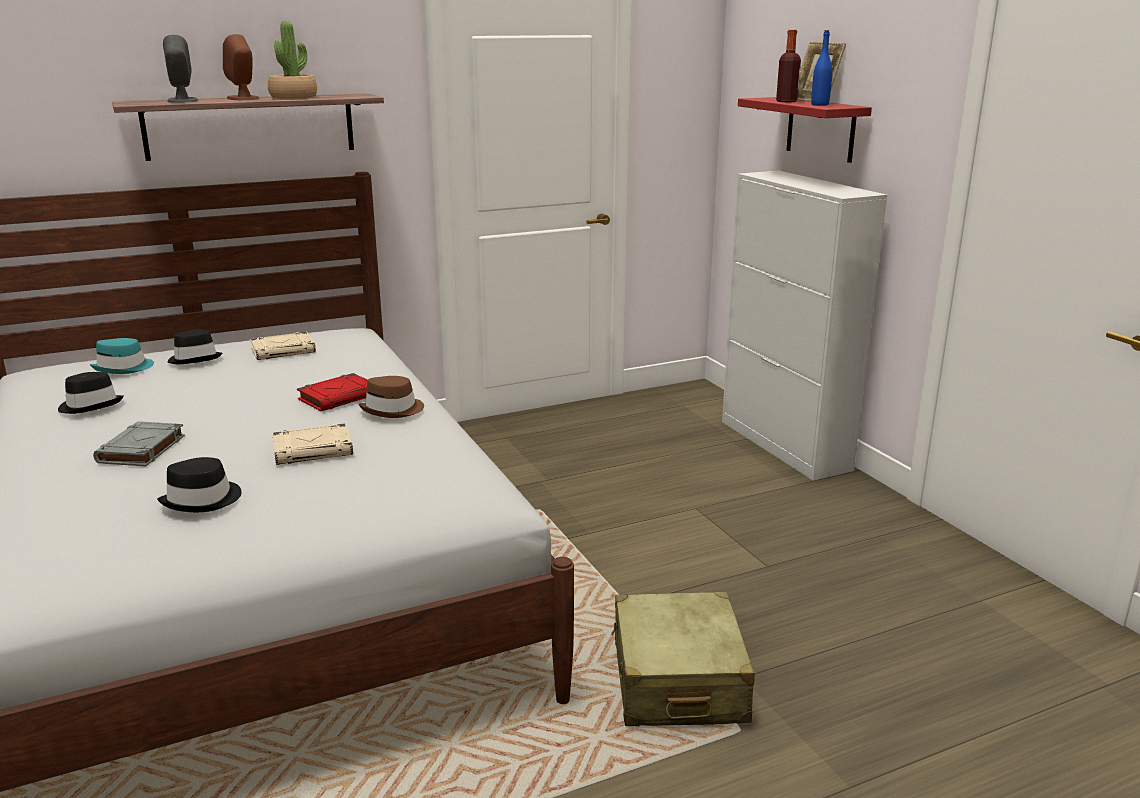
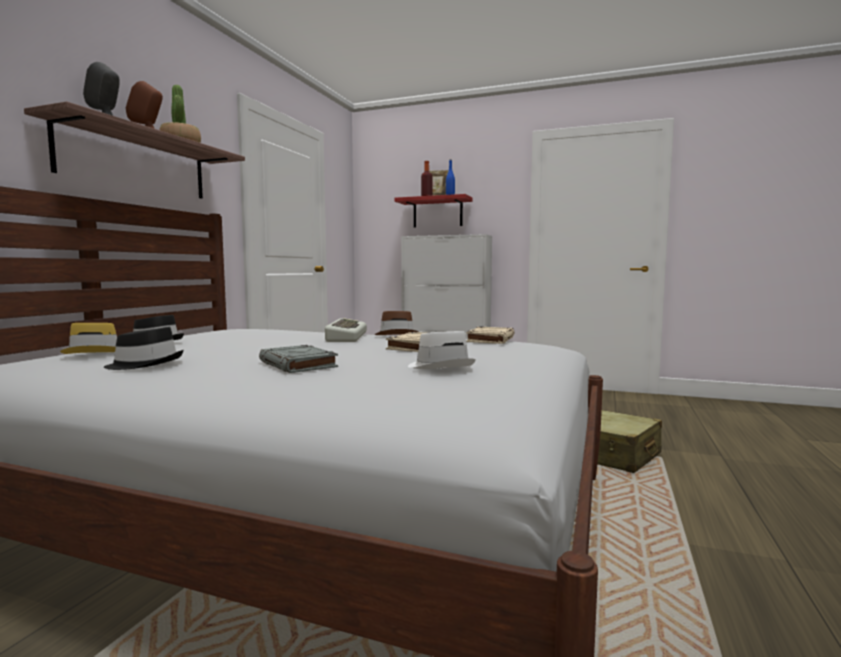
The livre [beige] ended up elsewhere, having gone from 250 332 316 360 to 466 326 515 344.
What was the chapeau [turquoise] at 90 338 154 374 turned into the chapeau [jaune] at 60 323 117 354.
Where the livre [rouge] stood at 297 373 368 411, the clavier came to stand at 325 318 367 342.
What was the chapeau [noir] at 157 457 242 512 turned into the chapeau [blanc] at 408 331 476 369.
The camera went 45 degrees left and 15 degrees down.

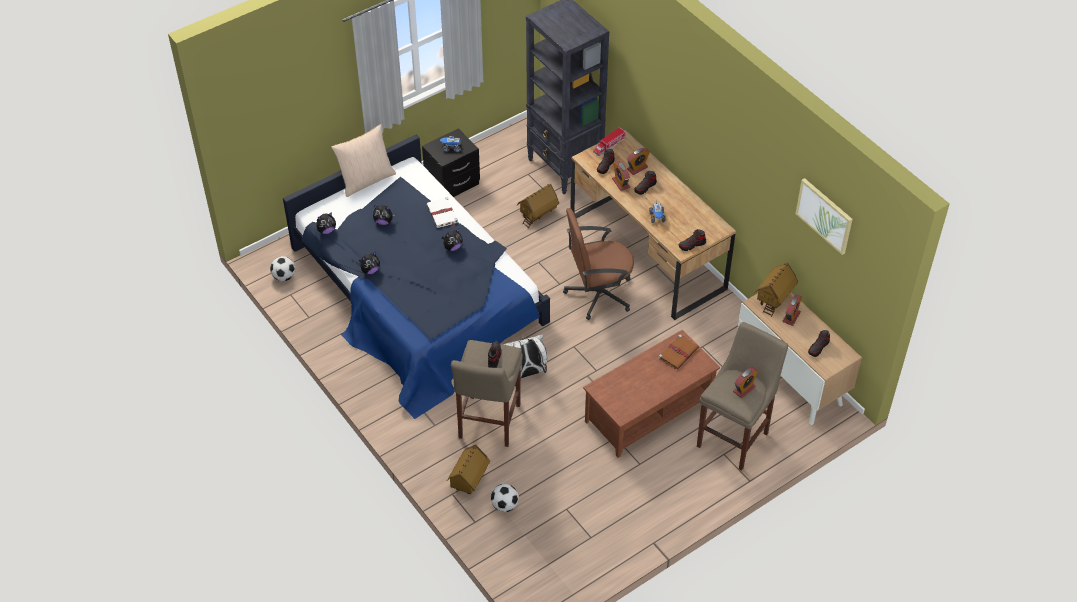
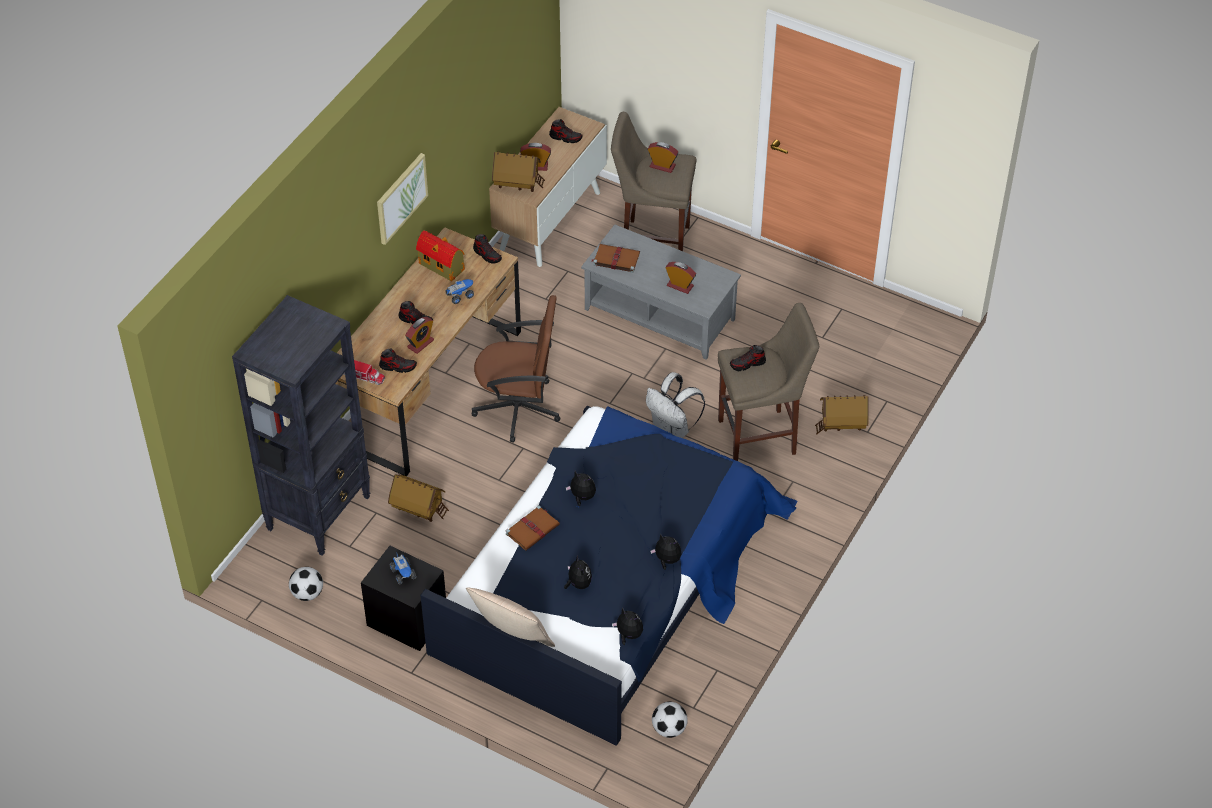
The réveil ended up elsewhere, having gone from 627 148 650 175 to 665 262 696 294.
The tableau ended up elsewhere, having gone from 796 178 853 255 to 377 153 428 245.
What was the livre [blanc] at 427 197 458 228 turned into the livre [marron] at 506 505 560 550.
The chaise de bureau [marron] at 563 208 634 320 ended up facing another way, 45 degrees counterclockwise from before.
What was the table basse [marron] at 583 330 720 458 turned into the table basse [gris] at 581 224 741 360.
The ballon de foot ended up elsewhere, having gone from 491 484 519 512 to 289 567 323 601.
The second view gained the maison miniature at 416 231 465 281.
The camera went 115 degrees left and 0 degrees up.

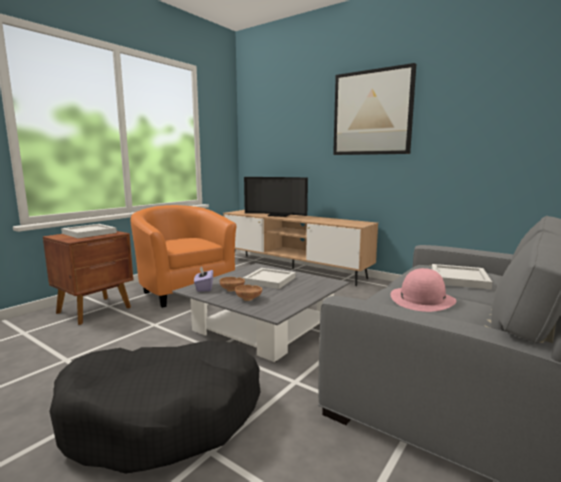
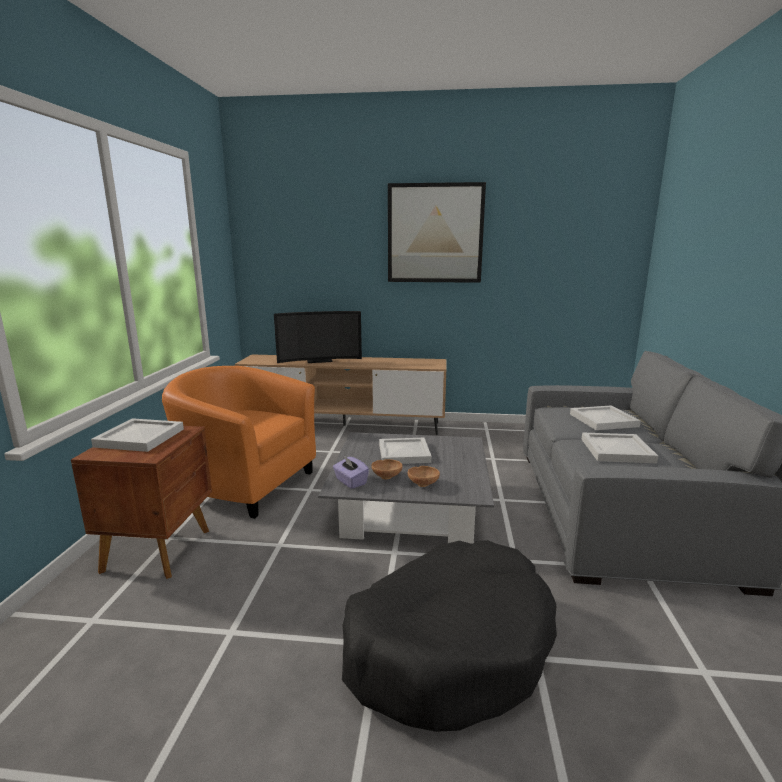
Where the chapeau [rose] stood at 391 268 456 312, the plateau [blanc] came to stand at 581 432 658 463.
The camera went 30 degrees left and 5 degrees up.

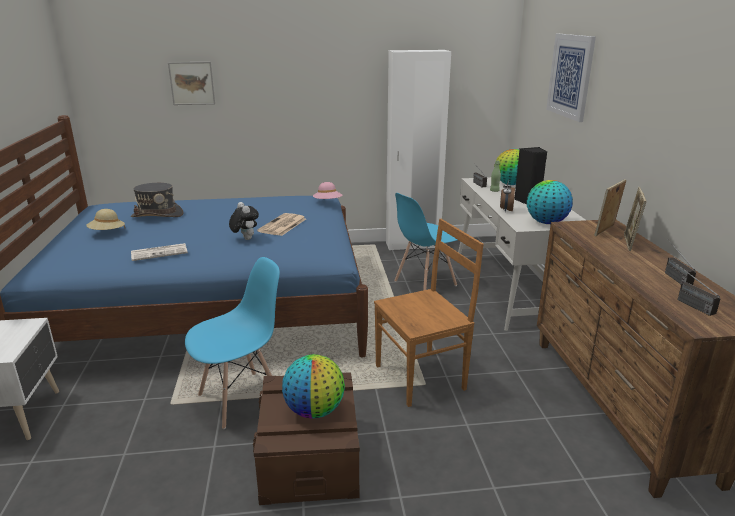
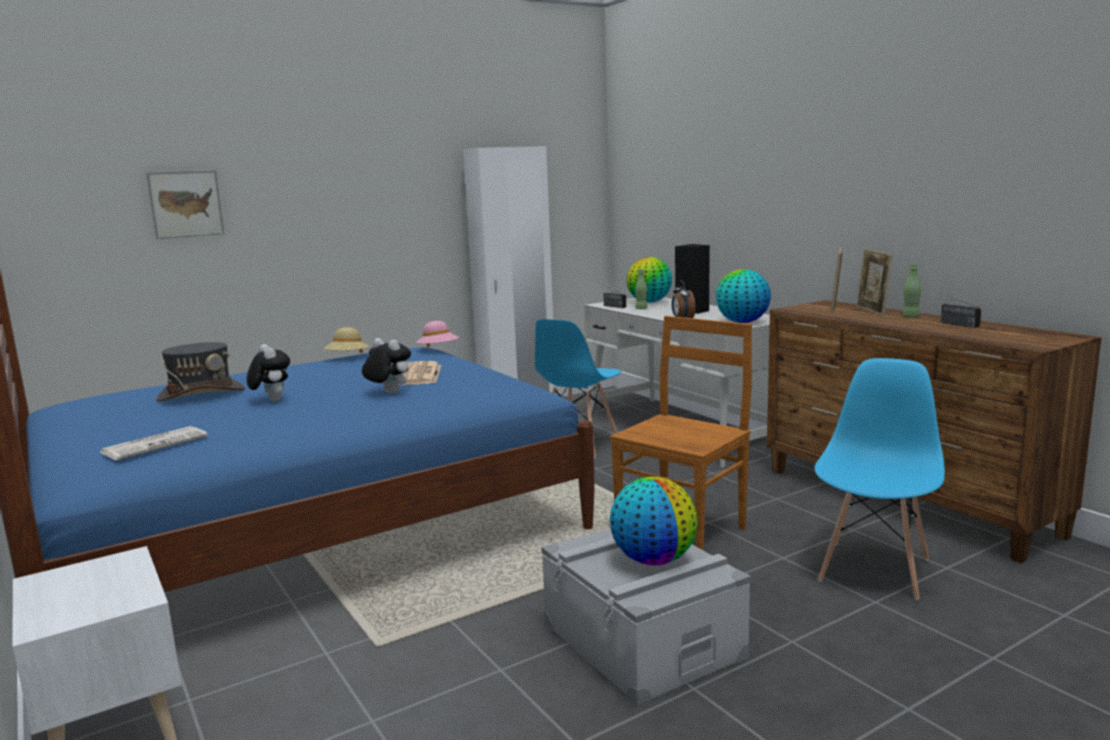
The second view lost the tableau at 546 34 596 122.
The chapeau [beige] ended up elsewhere, having gone from 86 209 125 230 to 324 327 369 353.
The journal ended up elsewhere, having gone from 131 243 188 261 to 100 426 208 460.
The chaise [bleu] ended up elsewhere, having gone from 185 257 280 429 to 815 358 945 600.
The second view lost the radio at 675 263 721 316.
What was the boîte de rangement [marron] at 253 372 360 505 turned into the boîte de rangement [gris] at 541 528 751 706.
The second view gained the bouteille [vert] at 903 264 921 317.
The second view gained the peluche at 247 344 290 402.
The camera went 25 degrees left and 10 degrees down.

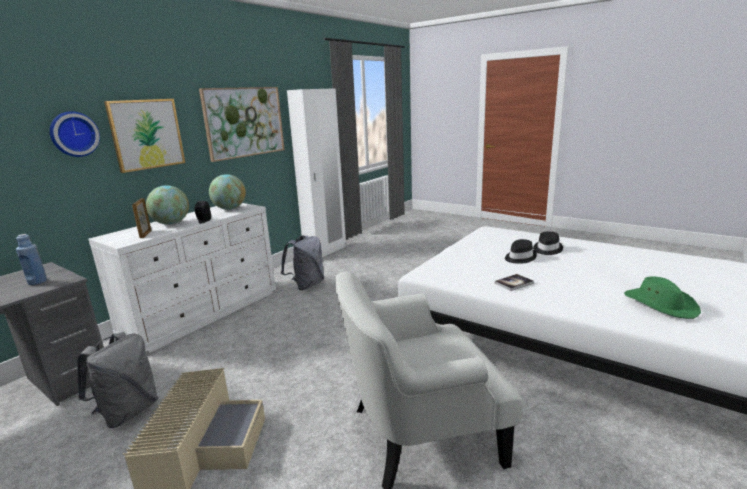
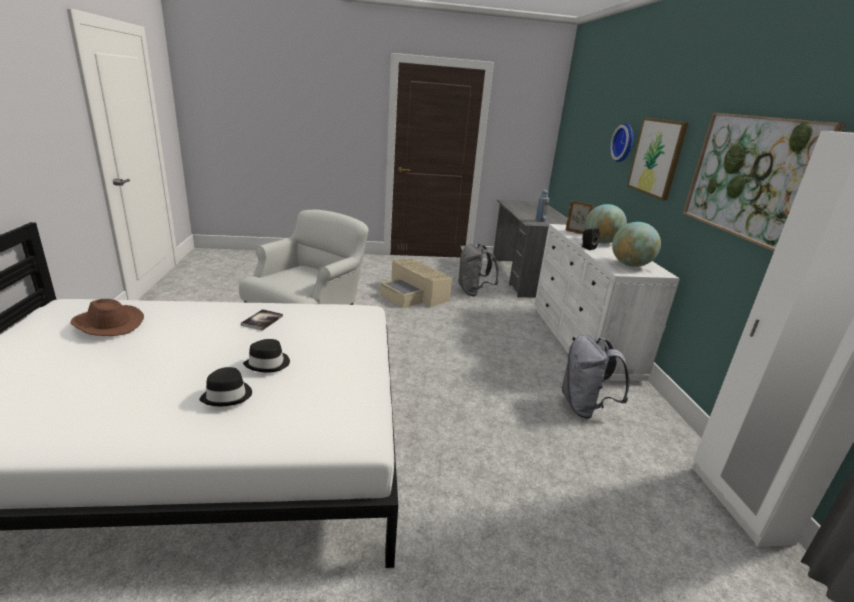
What was the chapeau [vert] at 624 277 701 319 turned into the chapeau [marron] at 70 299 144 336.
The camera went 135 degrees right and 5 degrees up.

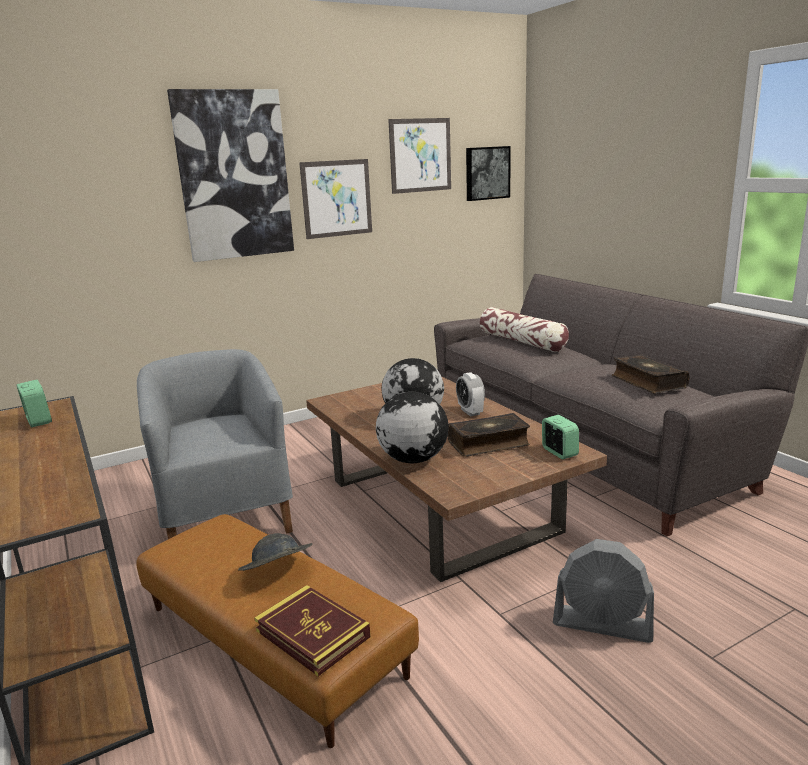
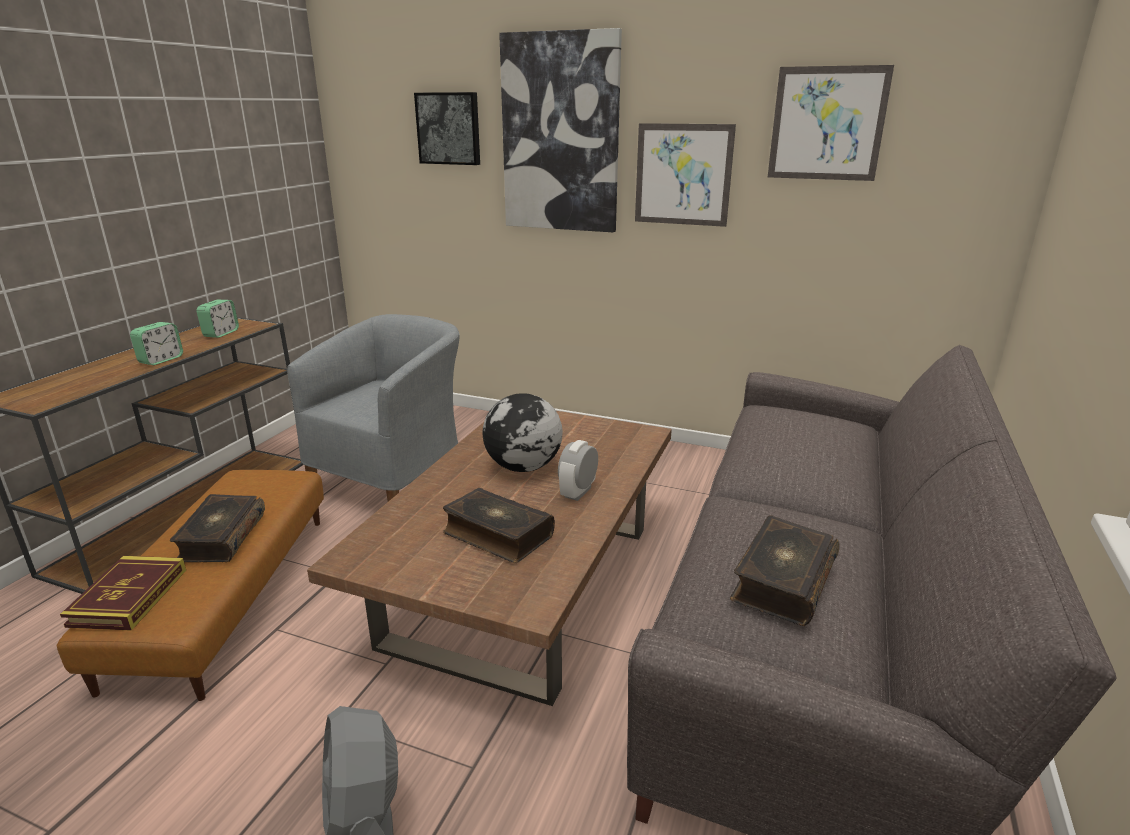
The tableau ended up elsewhere, having gone from 466 146 511 201 to 414 92 480 165.
The second view lost the coussin at 480 307 569 352.
The second view lost the globe at 376 392 449 463.
The réveil ended up elsewhere, having gone from 542 415 579 459 to 130 322 183 365.
Where the chapeau [gris] stood at 238 533 312 571, the livre came to stand at 170 494 265 562.
The camera went 50 degrees right and 5 degrees up.

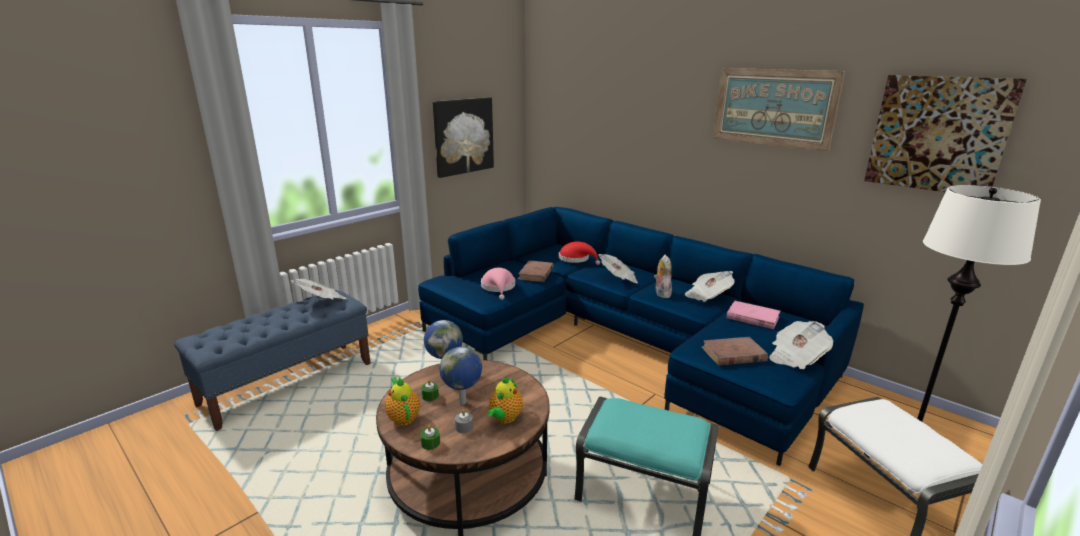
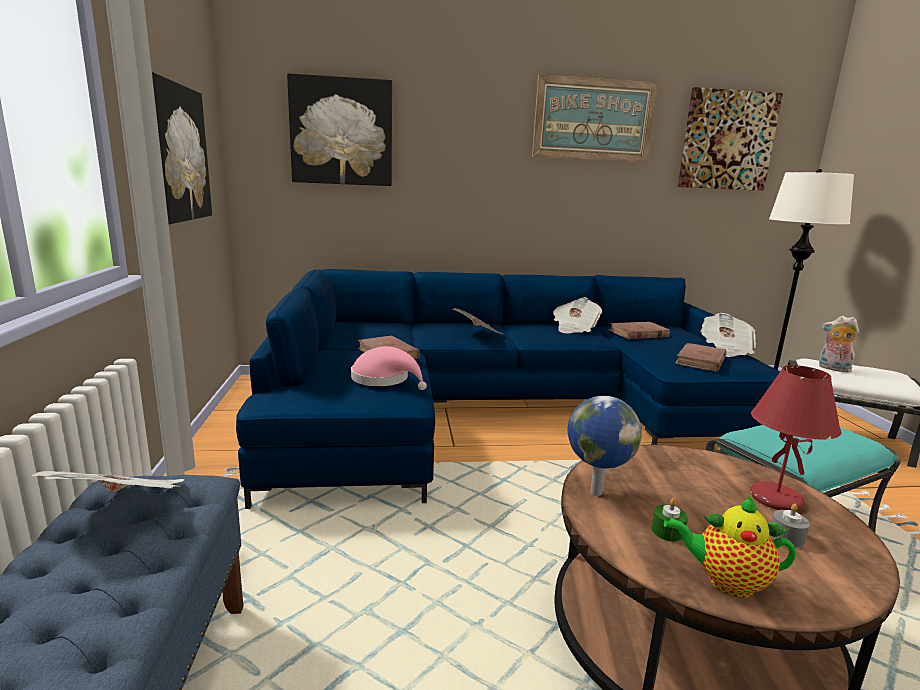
The second view lost the chapeau [rouge] at 559 241 600 265.
The peluche ended up elsewhere, having gone from 654 255 672 298 to 819 316 859 372.
What was the livre [rose] at 726 301 780 329 turned into the livre [marron] at 609 322 670 339.
The second view lost the globe at 439 347 482 405.
Where the théière stood at 487 377 523 423, the lampe de table [rouge] came to stand at 750 365 841 511.
The second view lost the bougie [vert] at 420 425 440 450.
The second view gained the tableau at 287 73 392 186.
The camera went 50 degrees left and 5 degrees down.

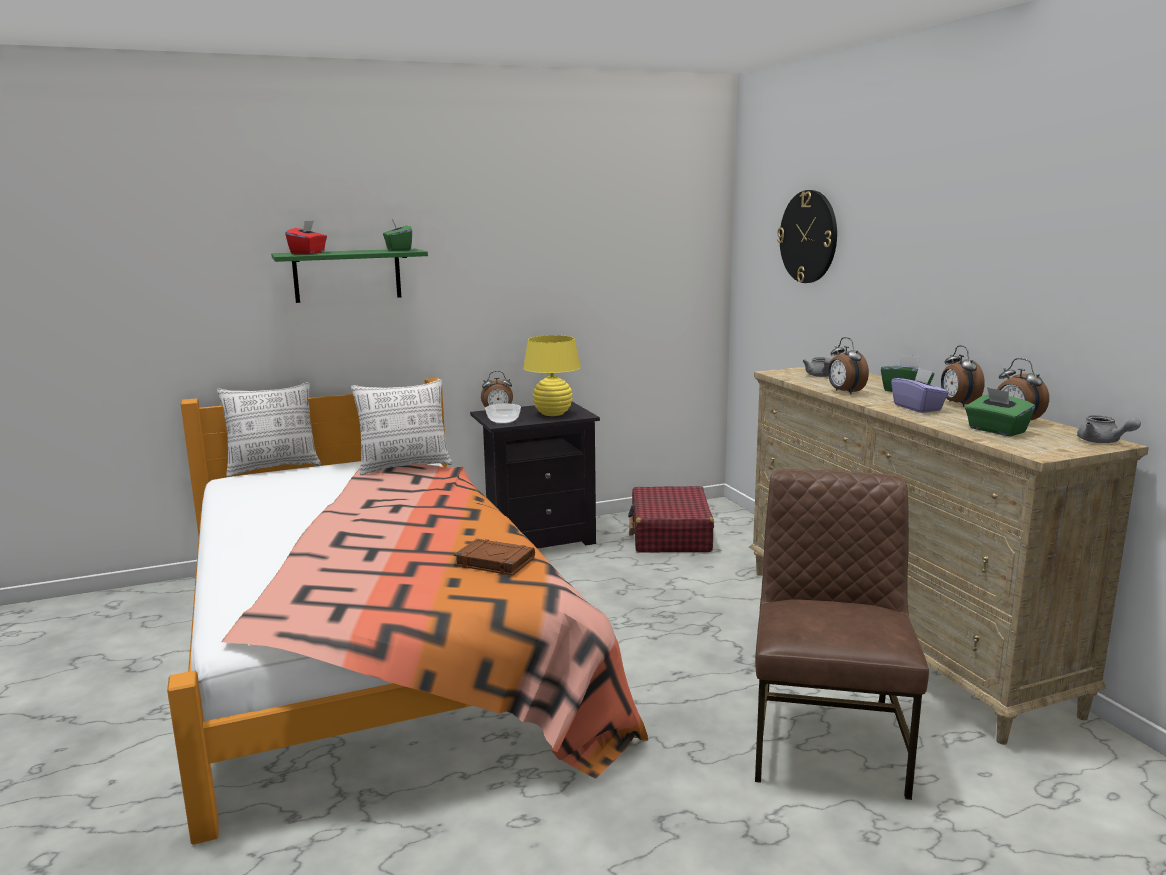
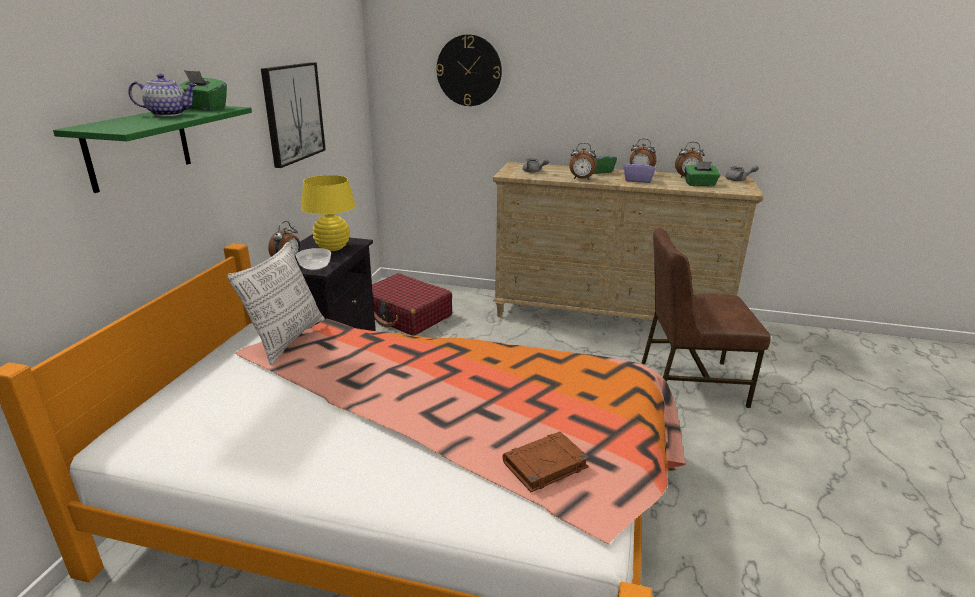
The second view lost the boîte à mouchoirs [rouge] at 285 221 327 254.
The second view lost the coussin at 217 382 321 477.
The chaise [marron] at 755 469 929 800 ended up facing another way, 45 degrees counterclockwise from before.
The livre [marron] ended up elsewhere, having gone from 454 539 535 576 to 502 431 589 492.
The second view gained the tableau at 261 62 326 168.
The second view gained the théière at 128 74 197 116.
The camera went 55 degrees left and 10 degrees up.

